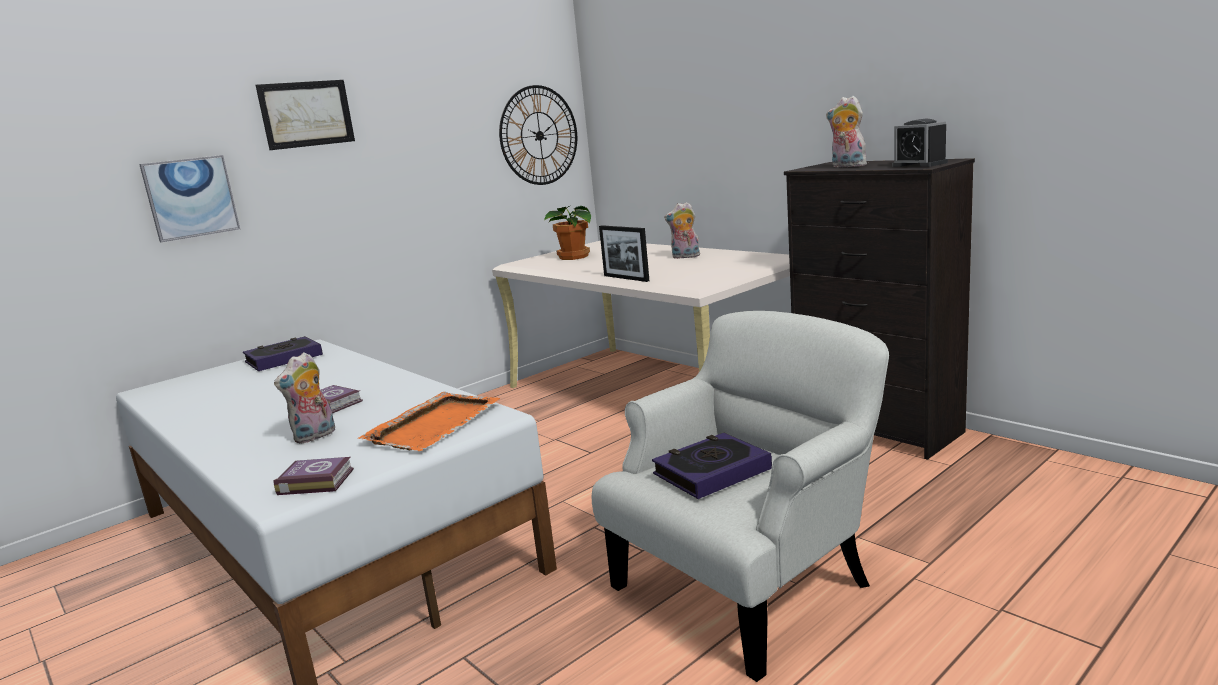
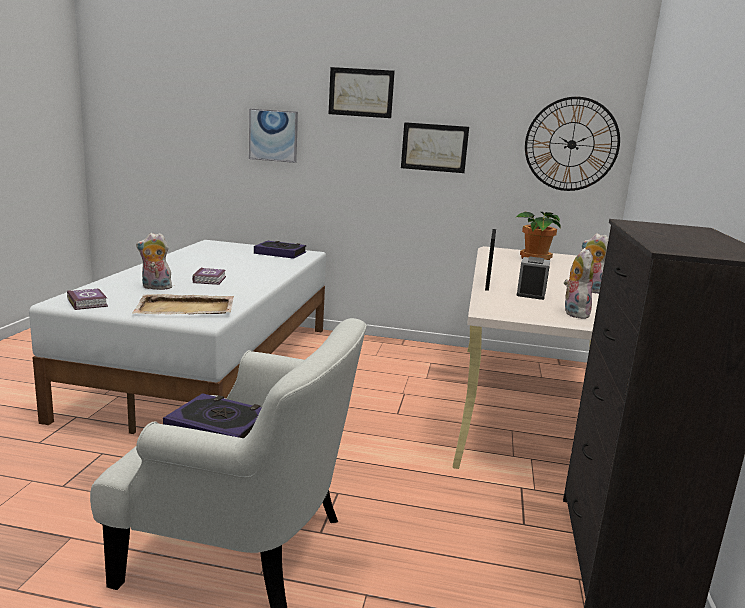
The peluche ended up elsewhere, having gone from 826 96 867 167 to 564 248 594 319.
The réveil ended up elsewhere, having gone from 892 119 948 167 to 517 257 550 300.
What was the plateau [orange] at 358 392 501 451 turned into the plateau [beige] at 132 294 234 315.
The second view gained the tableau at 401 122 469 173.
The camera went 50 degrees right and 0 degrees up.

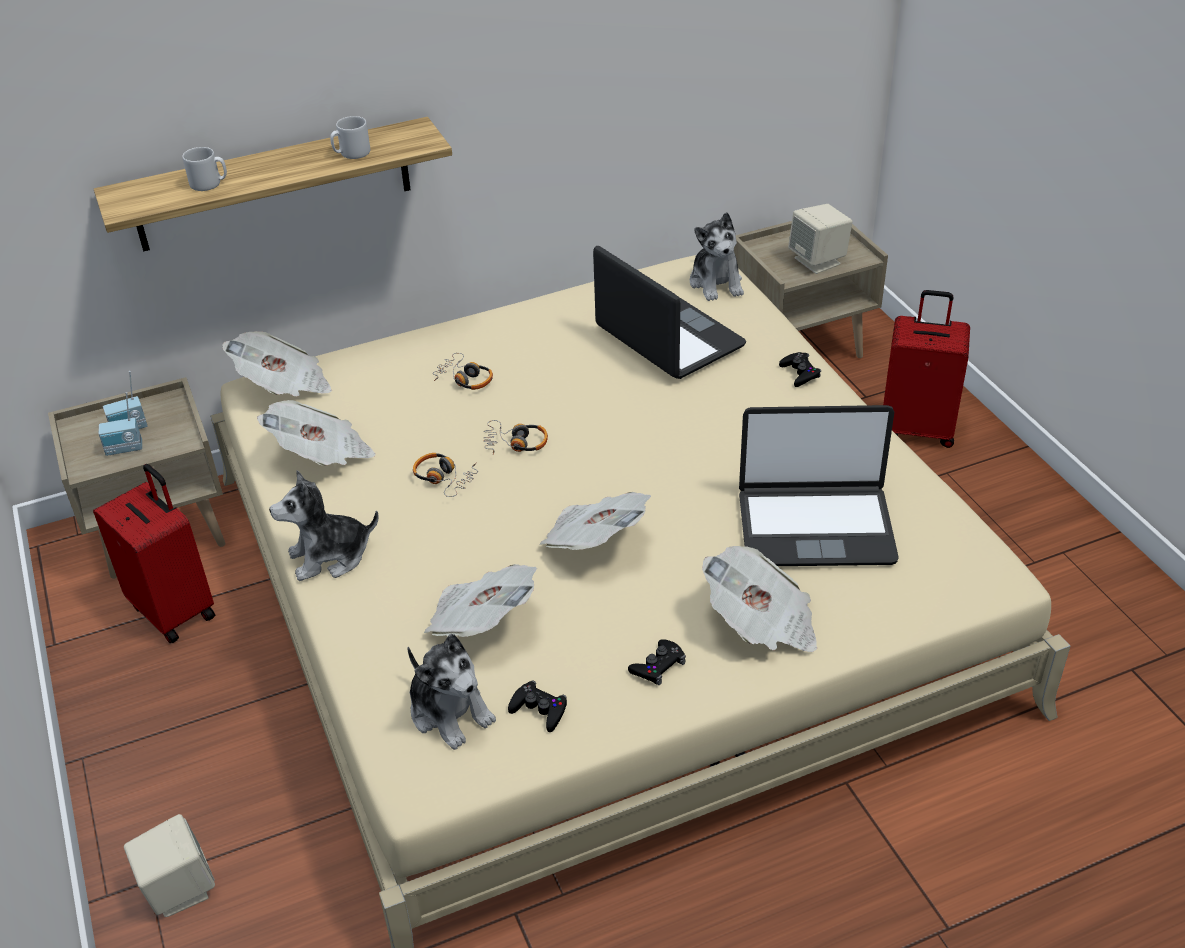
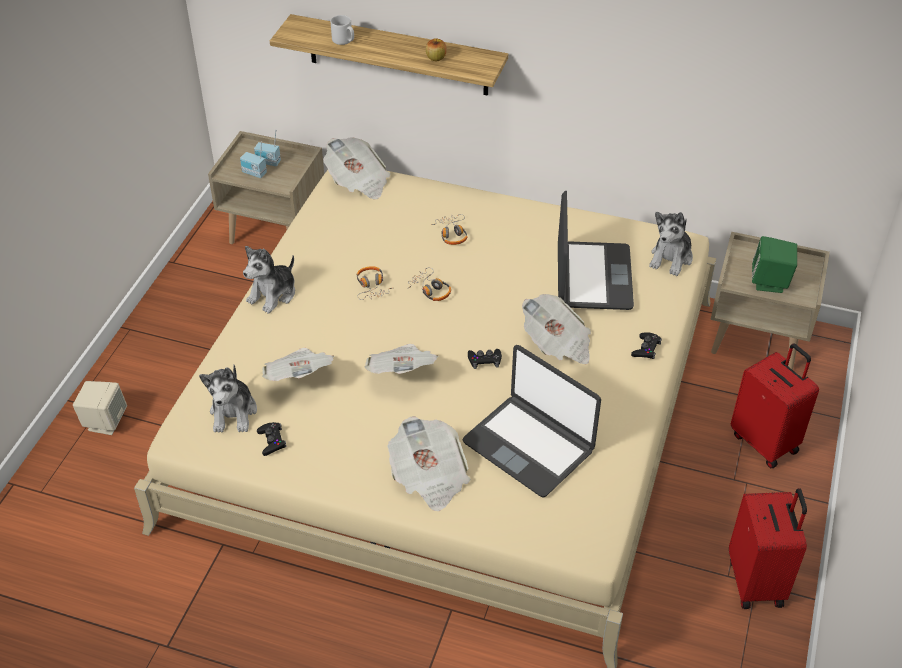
Where the mug [gris] stood at 330 116 370 159, the pomme came to stand at 426 38 446 61.
What was the enceinte [beige] at 788 204 852 274 turned into the enceinte [vert] at 752 236 797 293.
The journal ended up elsewhere, having gone from 257 400 376 466 to 522 294 591 364.
The valise [rouge] ended up elsewhere, having gone from 93 464 215 644 to 729 488 807 609.
The peluche at 269 470 379 581 ended up facing another way, 75 degrees counterclockwise from before.
The manette [noir] ended up elsewhere, having gone from 628 639 686 685 to 468 349 502 369.
The camera went 40 degrees right and 5 degrees up.

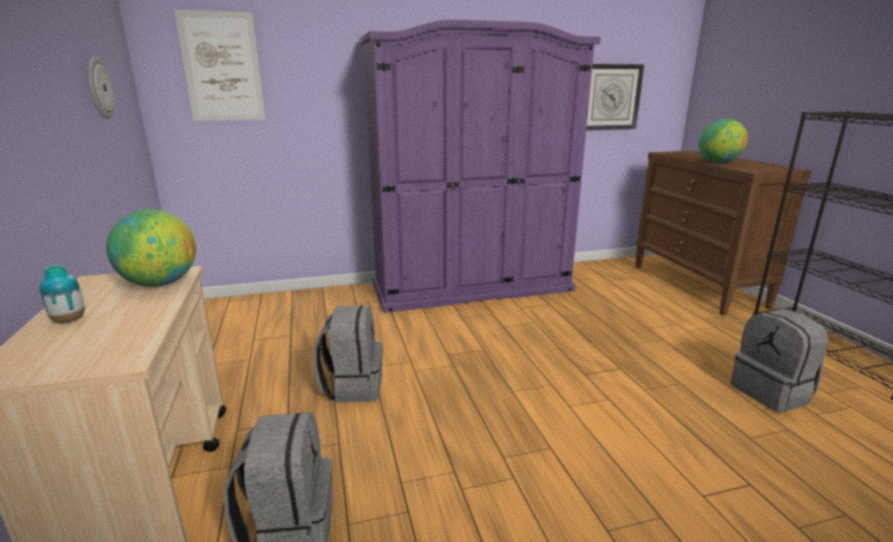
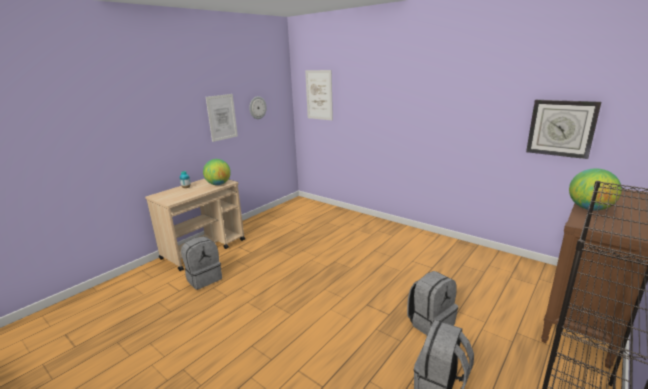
The second view lost the armoire [violet] at 359 20 601 313.
The sac à dos [gris] ended up elsewhere, having gone from 314 305 383 403 to 407 271 458 335.
The second view gained the tableau at 206 94 238 142.
The camera went 55 degrees right and 0 degrees up.

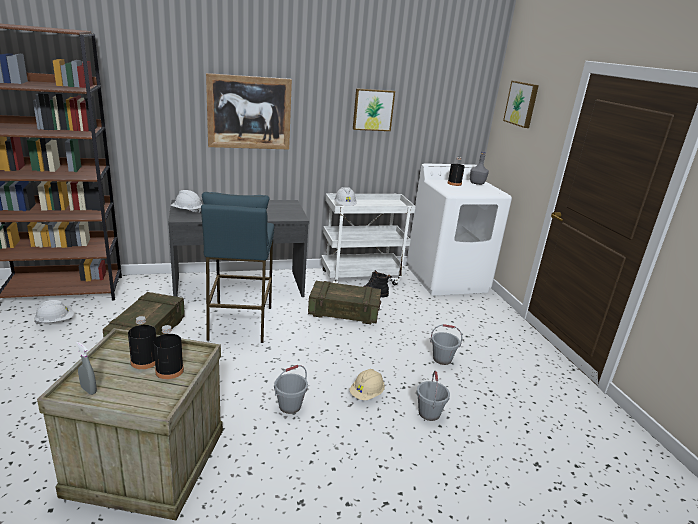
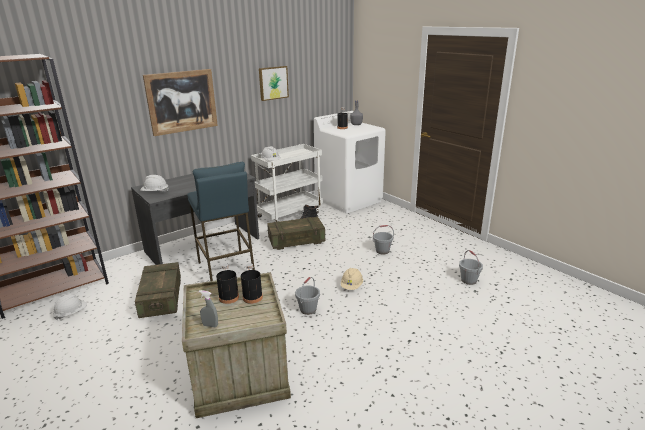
The second view lost the tableau at 503 81 539 128.
The seau [gris] ended up elsewhere, having gone from 416 371 450 421 to 459 250 483 285.
The camera went 20 degrees left and 0 degrees up.

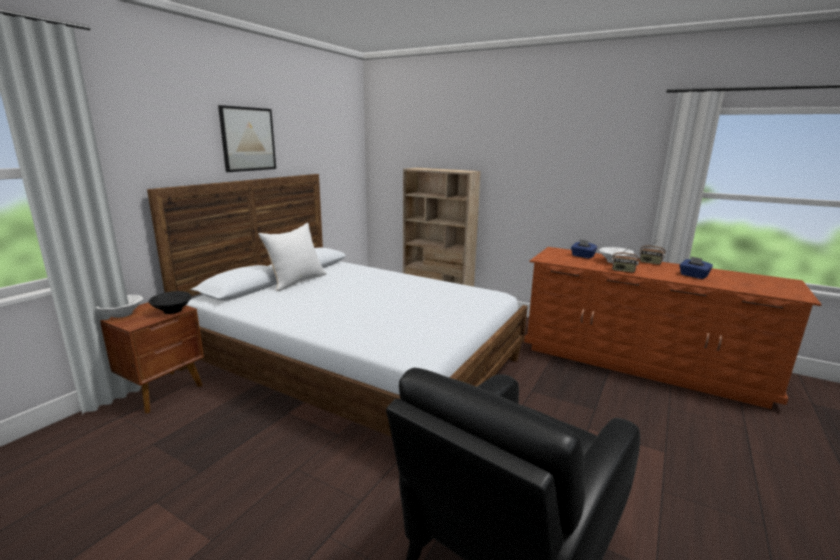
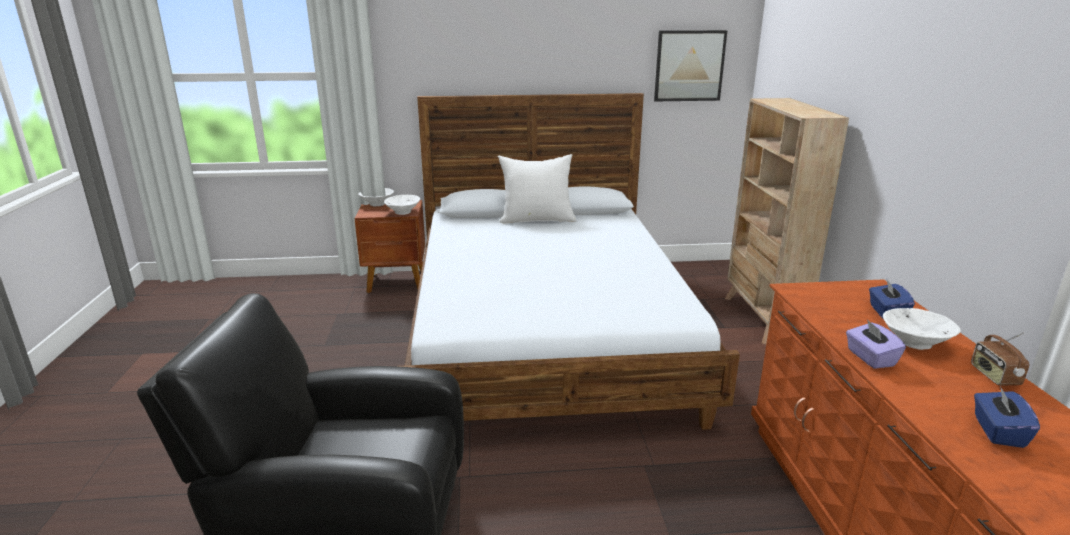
The tableau ended up elsewhere, having gone from 218 105 276 172 to 654 30 727 101.
Where the radio stood at 611 247 639 273, the boîte à mouchoirs [violet] came to stand at 846 320 906 369.
What was the bol [noir] at 149 291 192 314 turned into the bol [blanc] at 384 195 420 215.
The camera went 55 degrees right and 5 degrees up.

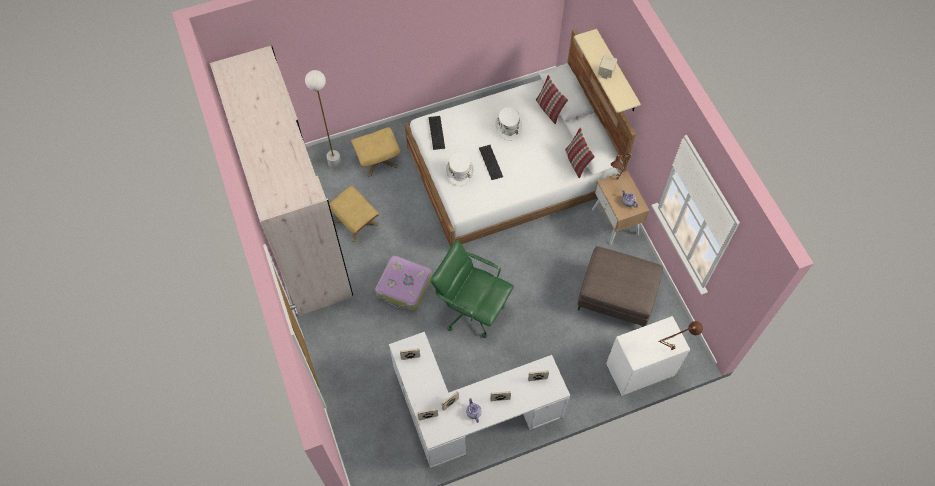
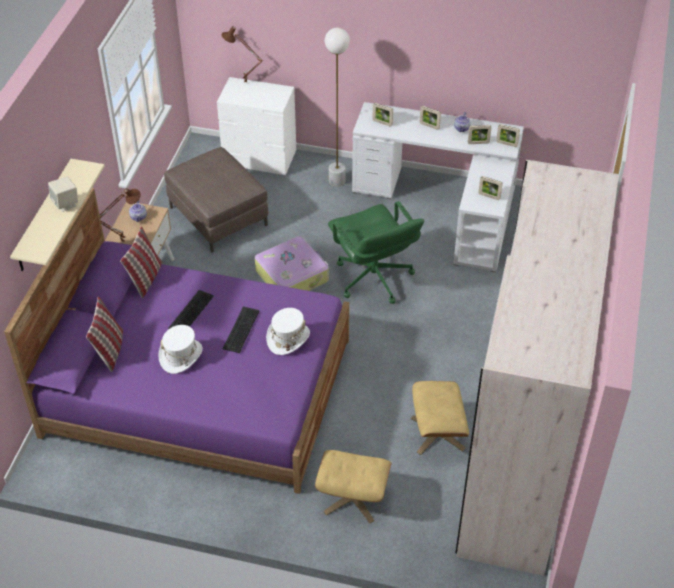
What was the lit [blanc] at 405 29 636 247 turned into the lit [violet] at 4 188 349 494.
The lampadaire [blanc] ended up elsewhere, having gone from 305 70 341 169 to 324 28 350 186.
The clavier ended up elsewhere, having gone from 429 116 445 150 to 168 290 214 329.
The valise ended up elsewhere, having gone from 375 256 432 311 to 255 236 329 291.
The camera went 145 degrees left and 15 degrees down.

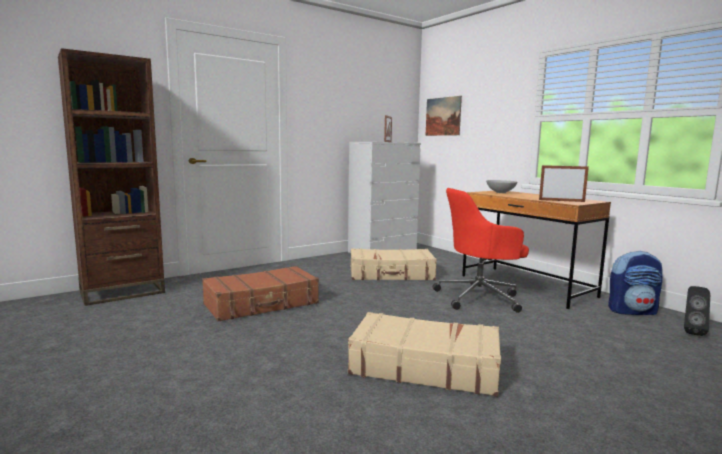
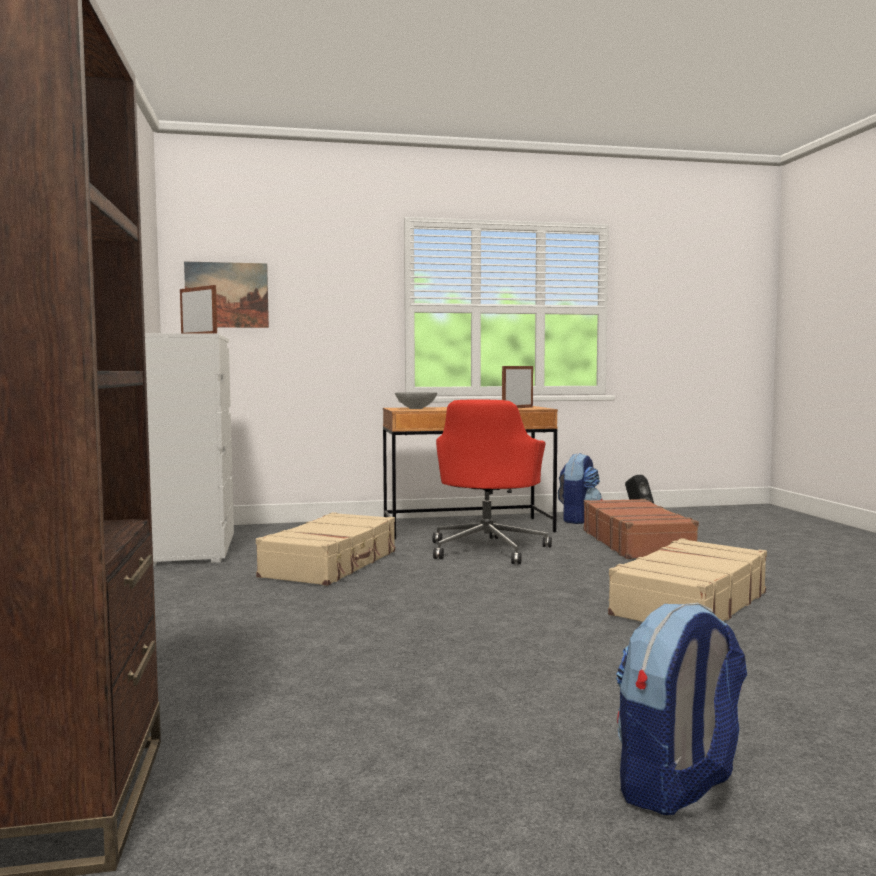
The valise [marron] ended up elsewhere, having gone from 202 266 319 322 to 583 499 699 559.
The second view gained the sac à dos at 616 603 747 815.
The camera went 65 degrees left and 5 degrees down.

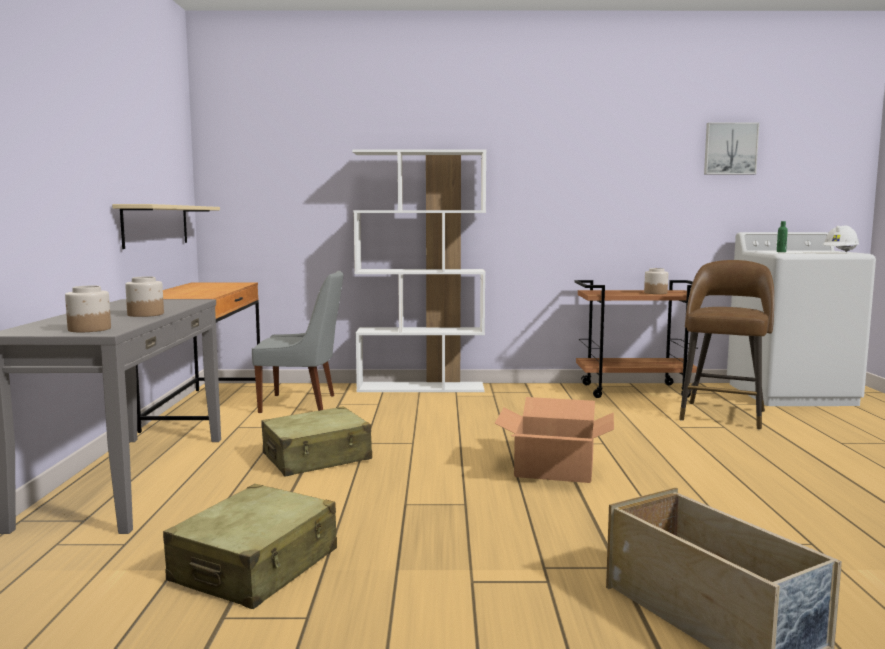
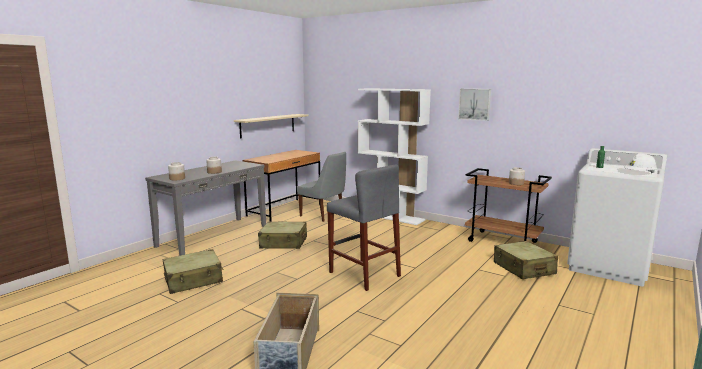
The tableau ended up elsewhere, having gone from 704 122 759 174 to 458 89 491 121.
Where the tabouret [marron] stood at 679 260 774 430, the valise [beige] came to stand at 494 241 558 279.
Where the carton stood at 494 397 614 483, the tabouret [gris] came to stand at 327 164 401 291.
The camera went 35 degrees right and 5 degrees up.

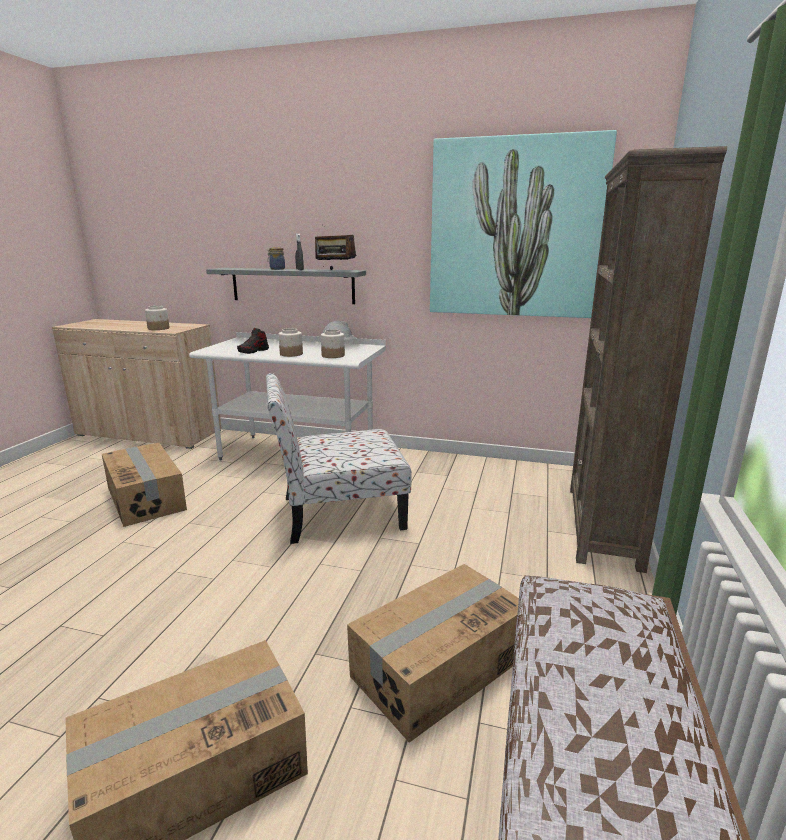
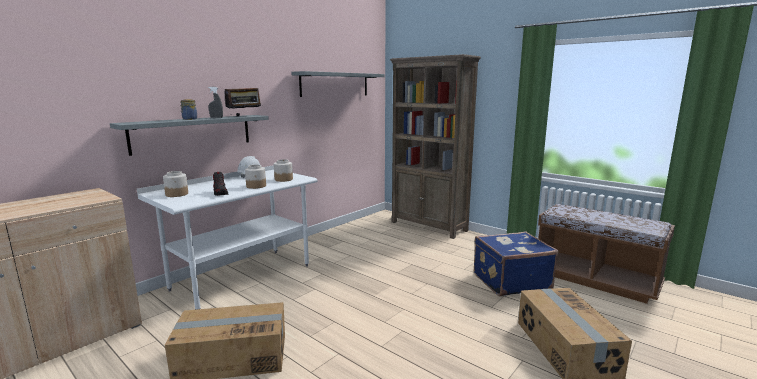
Where the tableau hung at 430 130 617 318, the étagère [gris] came to hang at 291 71 385 97.
The bocal ended up elsewhere, having gone from 145 305 169 330 to 163 171 188 197.
The second view lost the chaise at 266 373 412 544.
Where the carton stood at 347 564 519 743, the valise [bleu] came to stand at 474 231 559 297.
The camera went 65 degrees left and 5 degrees down.

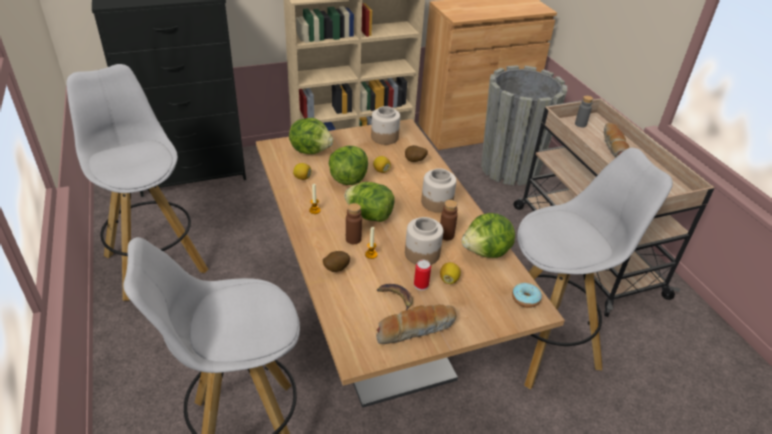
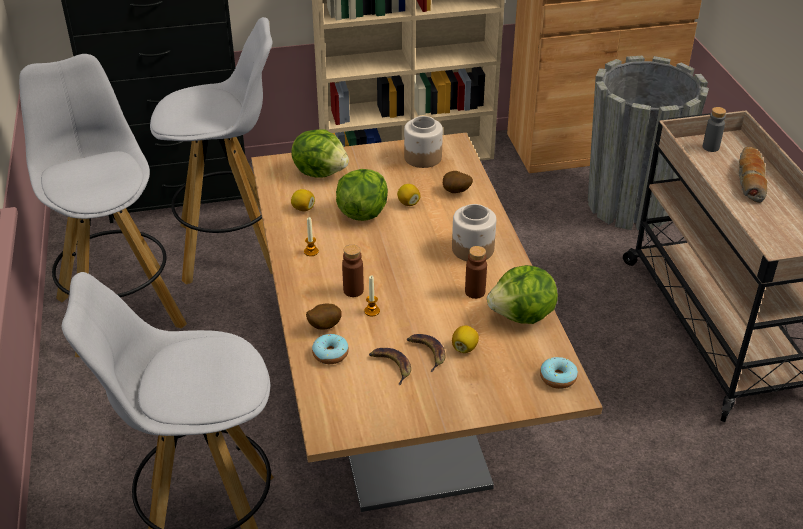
The tabouret [blanc] ended up elsewhere, having gone from 517 148 673 390 to 150 17 273 285.
The second view lost the laitue at 344 182 395 222.
The second view lost the bocal at 405 217 443 265.
Where the boîte métallique stood at 414 260 431 291, the banane came to stand at 407 334 446 372.
The second view lost the pain at 376 304 456 344.
The second view gained the beignet at 312 334 349 364.
The camera went 10 degrees right and 0 degrees up.

